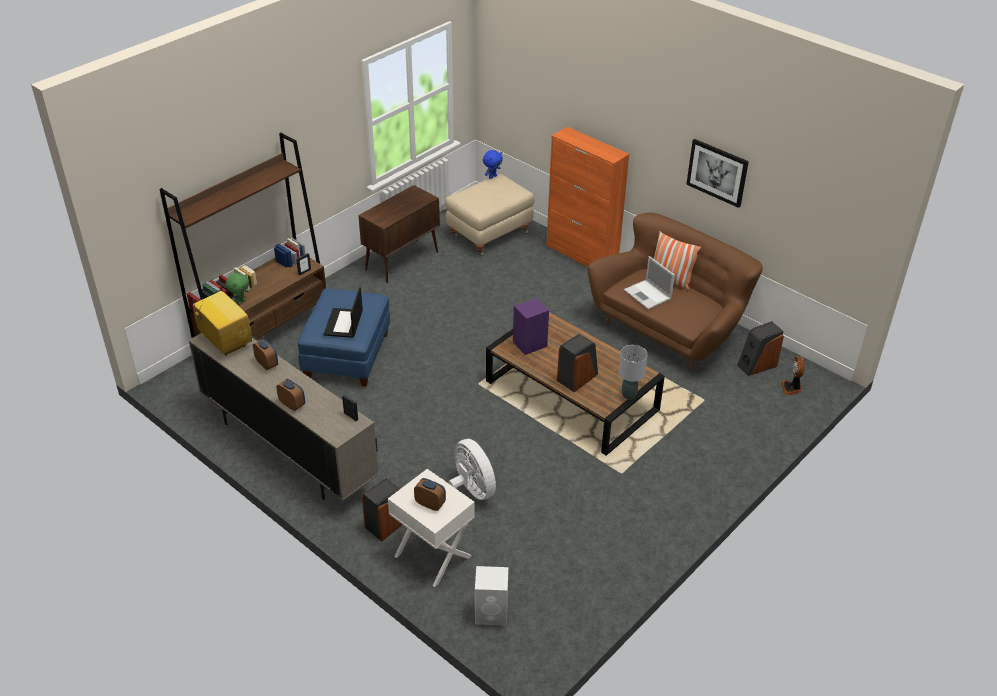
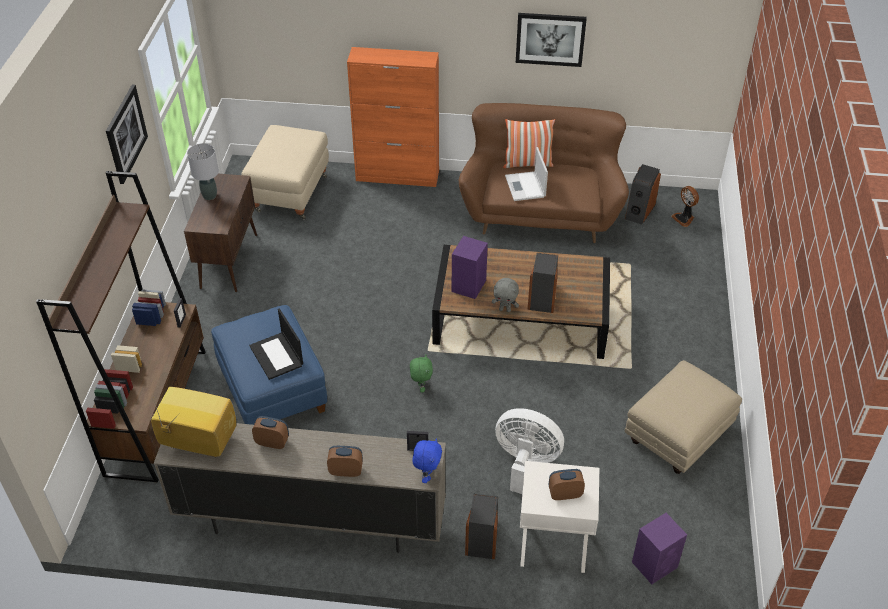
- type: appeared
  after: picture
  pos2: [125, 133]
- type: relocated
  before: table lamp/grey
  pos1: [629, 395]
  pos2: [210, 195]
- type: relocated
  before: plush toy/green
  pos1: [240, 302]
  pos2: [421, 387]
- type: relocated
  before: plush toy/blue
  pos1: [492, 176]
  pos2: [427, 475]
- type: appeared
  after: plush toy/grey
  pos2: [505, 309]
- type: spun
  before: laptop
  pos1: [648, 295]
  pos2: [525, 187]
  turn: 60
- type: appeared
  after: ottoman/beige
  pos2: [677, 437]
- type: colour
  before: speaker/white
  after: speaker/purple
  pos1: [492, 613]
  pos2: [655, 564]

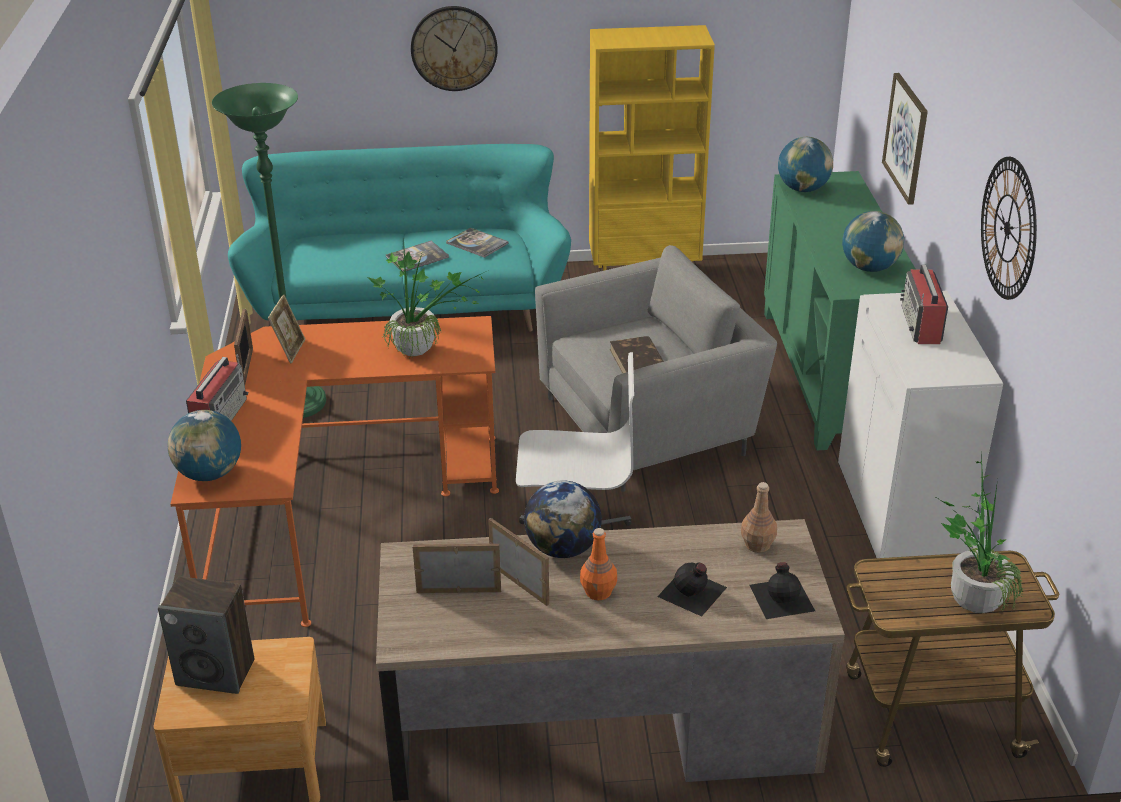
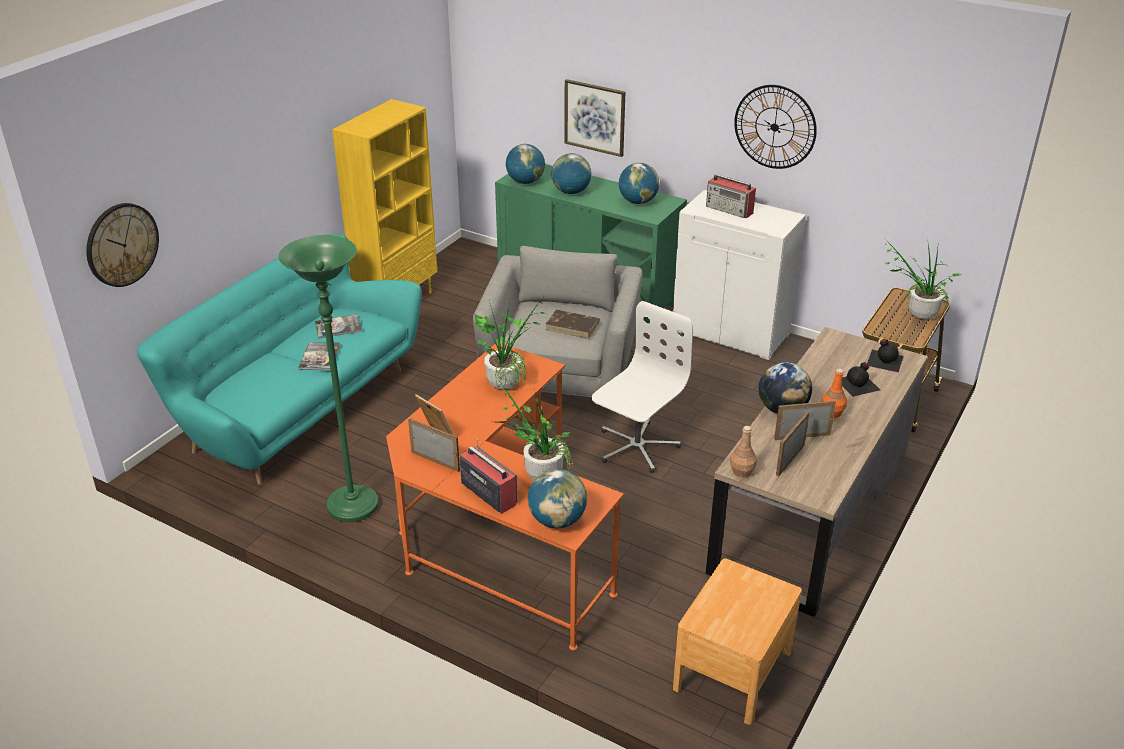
- type: relocated
  before: wall clock
  pos1: [454, 48]
  pos2: [122, 244]
- type: appeared
  after: potted plant
  pos2: [537, 473]
- type: appeared
  after: globe
  pos2: [571, 192]
- type: relocated
  before: bottle/brown
  pos1: [758, 544]
  pos2: [742, 472]
- type: missing
  before: speaker
  pos1: [216, 672]

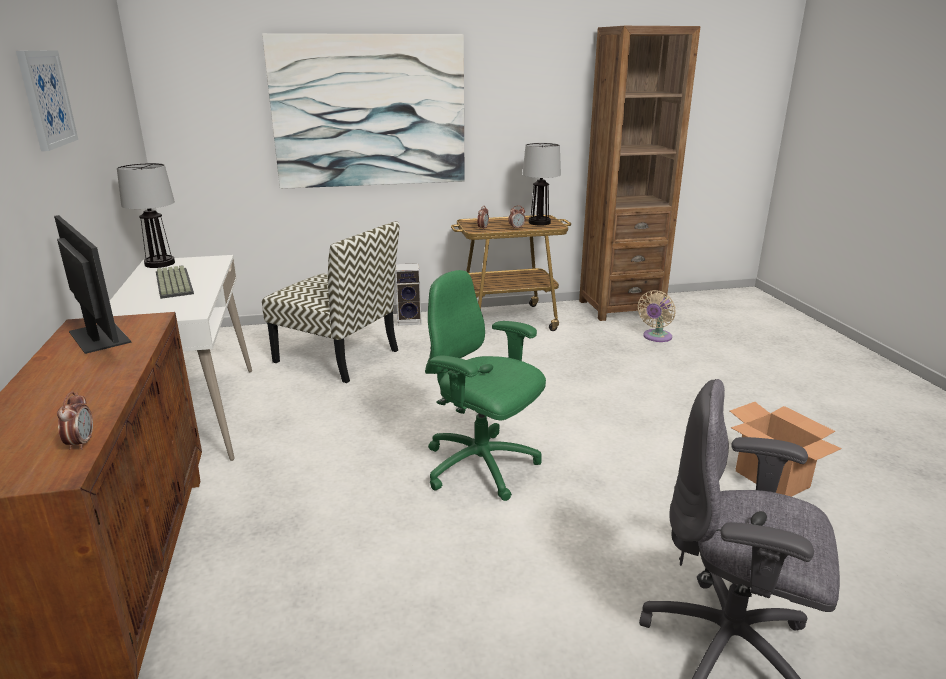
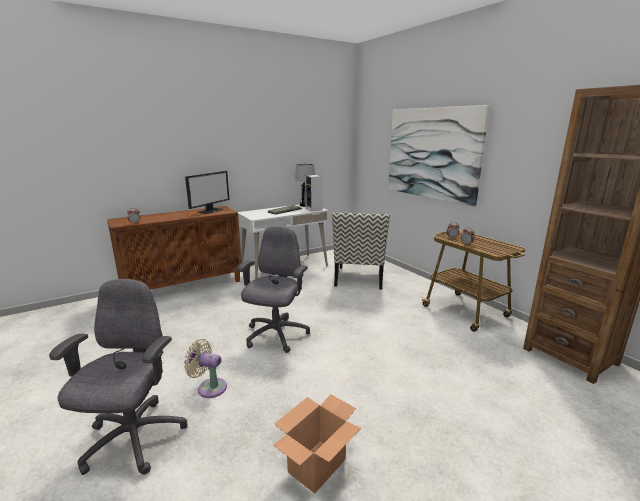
- type: relocated
  before: fan/beige
  pos1: [656, 337]
  pos2: [209, 387]
- type: colour
  before: office chair/green
  after: office chair/grey
  pos1: [482, 467]
  pos2: [275, 336]
- type: relocated
  before: speaker
  pos1: [410, 320]
  pos2: [314, 209]
- type: missing
  before: picture
  pos1: [46, 99]
- type: missing
  before: table lamp
  pos1: [539, 222]

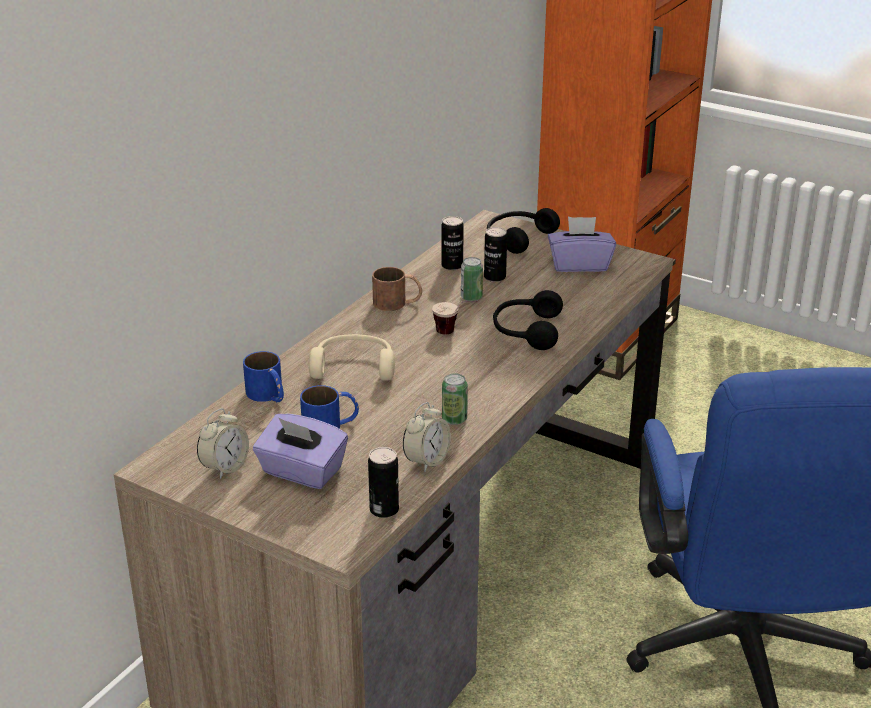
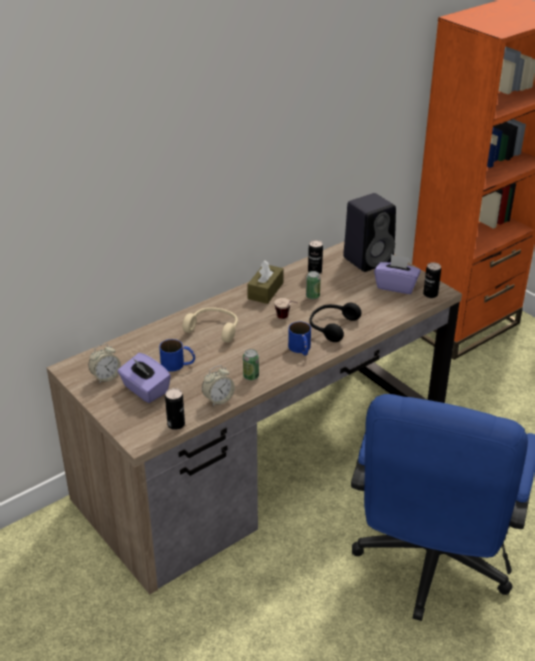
- type: exchanged
  before: mug/brown
  after: tissue box/brown
  pos1: [397, 303]
  pos2: [265, 291]
- type: relocated
  before: mug/blue
  pos1: [268, 395]
  pos2: [301, 349]
- type: exchanged
  before: headphones/black
  after: speaker/black
  pos1: [517, 238]
  pos2: [369, 259]
- type: relocated
  before: can
  pos1: [494, 277]
  pos2: [430, 294]

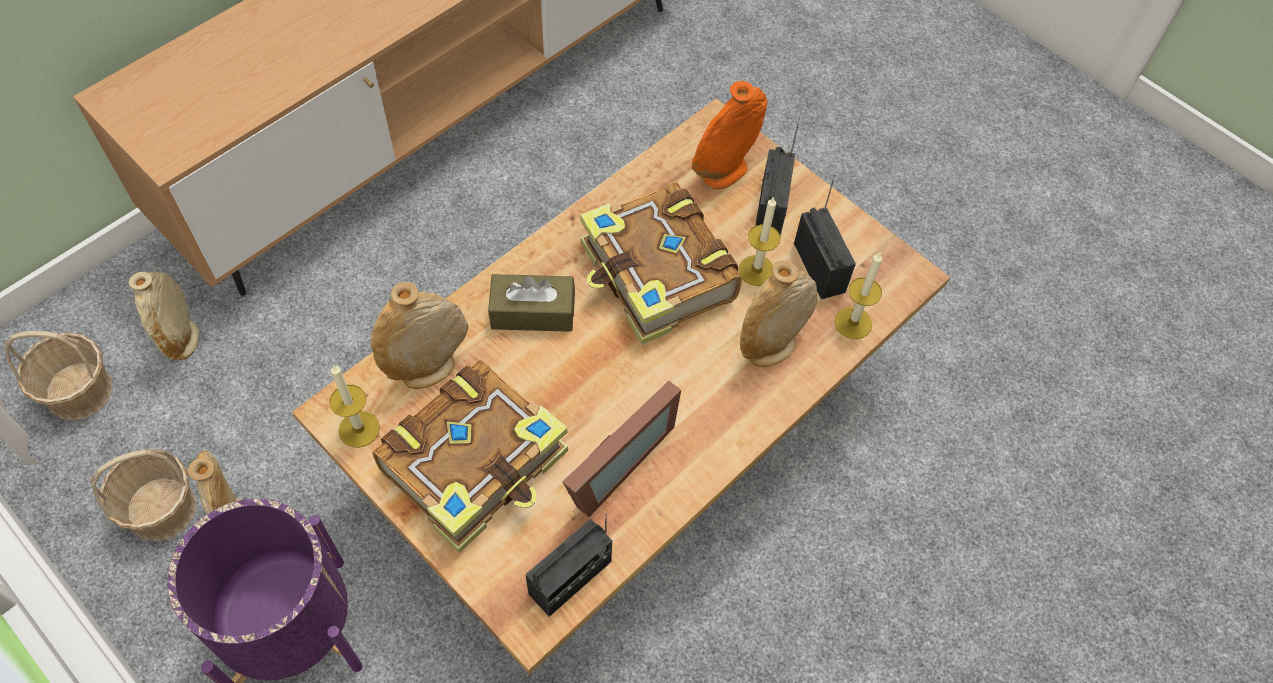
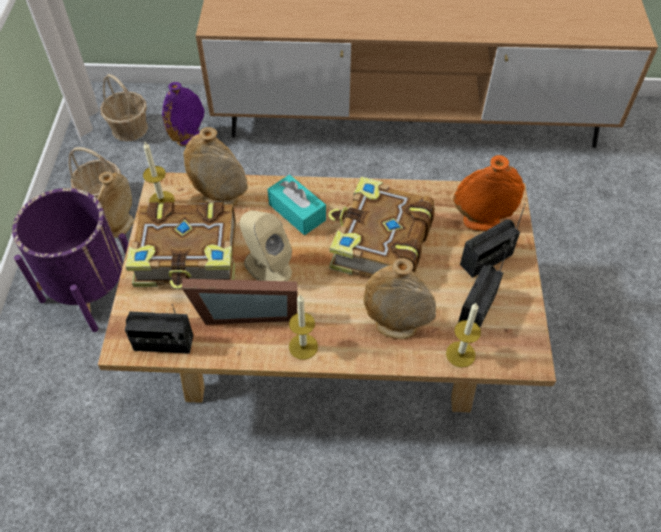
- type: colour
  before: vase/beige
  after: vase/purple
  pos1: [182, 340]
  pos2: [188, 137]
- type: appeared
  after: speaker/beige
  pos2: [267, 266]
- type: colour
  before: tissue box/brown
  after: tissue box/turquoise
  pos1: [532, 312]
  pos2: [297, 212]
- type: relocated
  before: candle
  pos1: [756, 270]
  pos2: [303, 346]

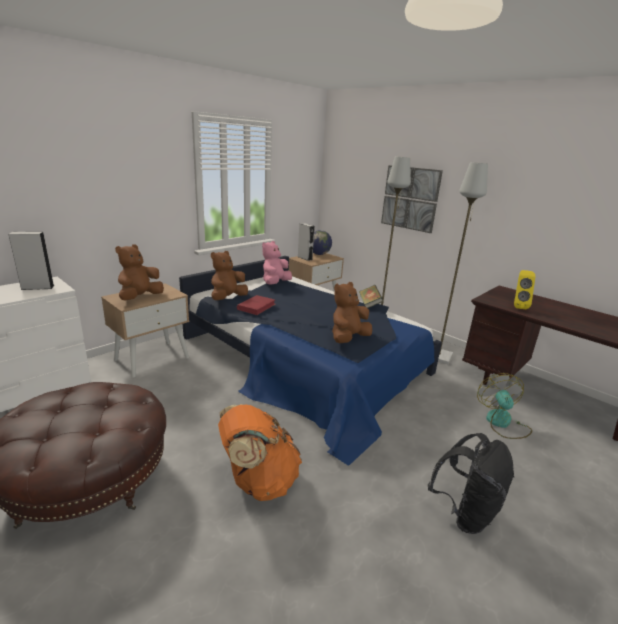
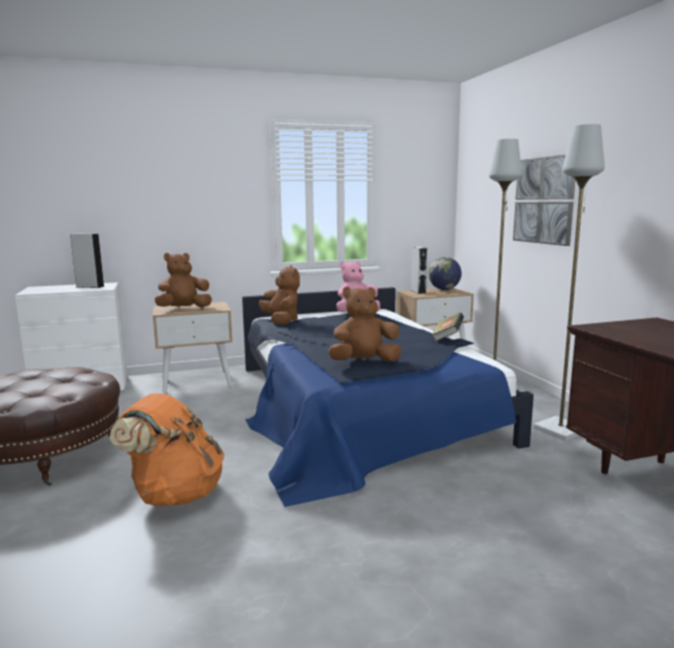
- type: spun
  before: plush toy/brown
  pos1: [228, 298]
  pos2: [281, 321]
  turn: 90
- type: missing
  before: book/red
  pos1: [256, 307]
- type: missing
  before: backpack/black
  pos1: [465, 512]
- type: missing
  before: fan
  pos1: [502, 423]
- type: missing
  before: speaker/yellow
  pos1: [518, 306]

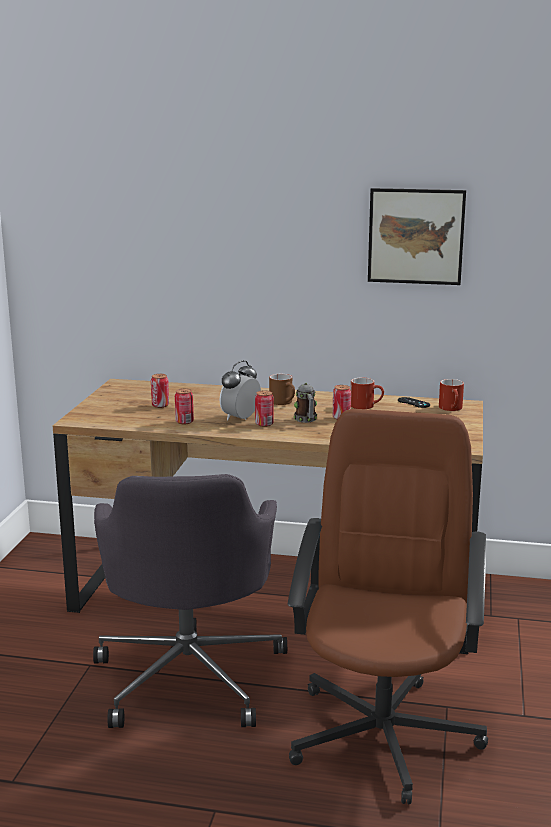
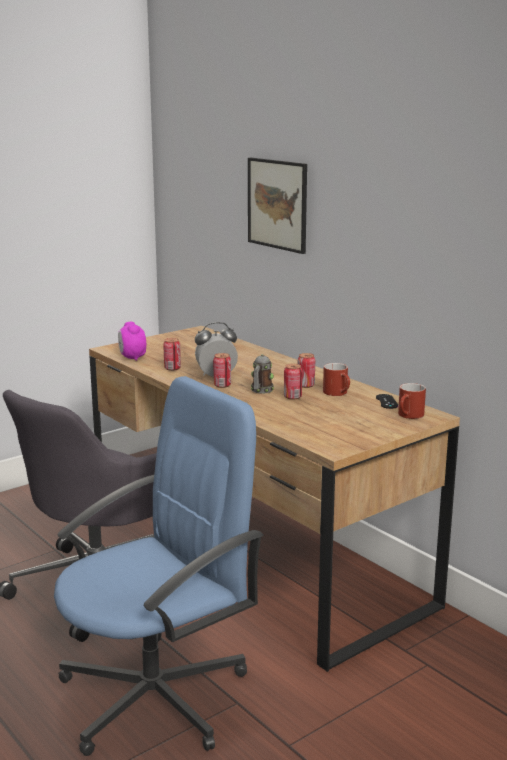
- type: colour
  before: office chair/brown
  after: office chair/blue
  pos1: [384, 733]
  pos2: [156, 695]
- type: appeared
  after: alarm clock
  pos2: [132, 358]
- type: relocated
  before: picture
  pos1: [416, 236]
  pos2: [277, 204]
- type: relocated
  before: can
  pos1: [160, 405]
  pos2: [306, 385]
- type: missing
  before: mug/brown
  pos1: [284, 402]

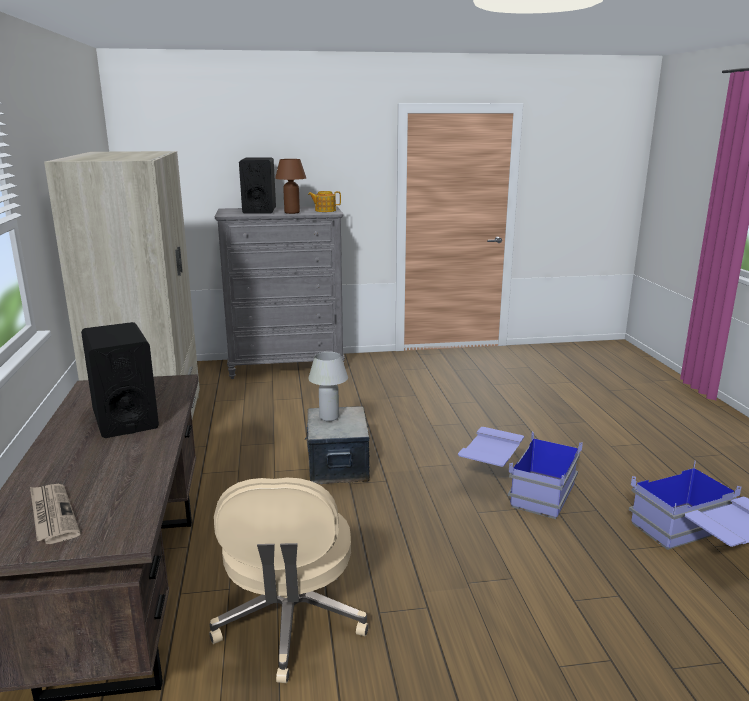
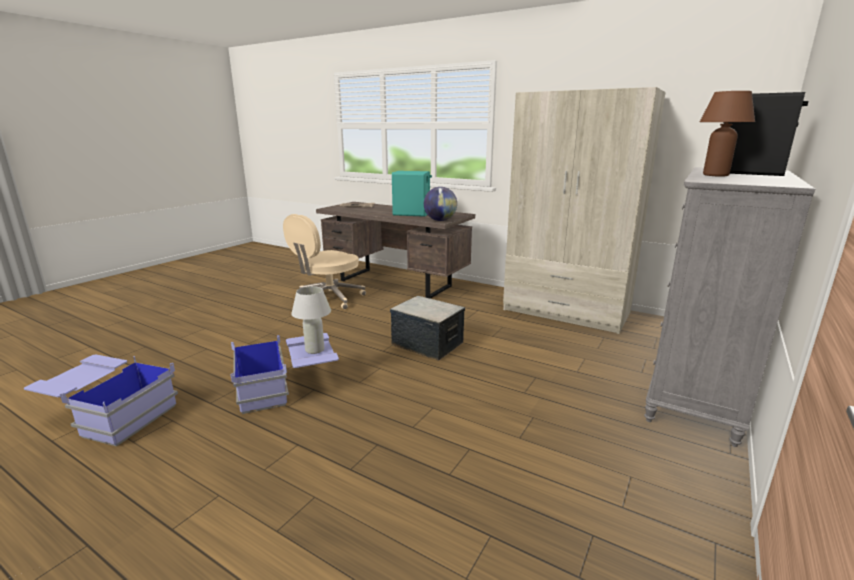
- type: spun
  before: office chair/beige
  pos1: [290, 623]
  pos2: [328, 299]
  turn: -90
- type: relocated
  before: table lamp/white
  pos1: [329, 417]
  pos2: [314, 350]
- type: colour
  before: speaker/black
  after: speaker/turquoise
  pos1: [125, 419]
  pos2: [411, 214]
- type: appeared
  after: globe
  pos2: [440, 220]
- type: missing
  before: teapot
  pos1: [325, 210]

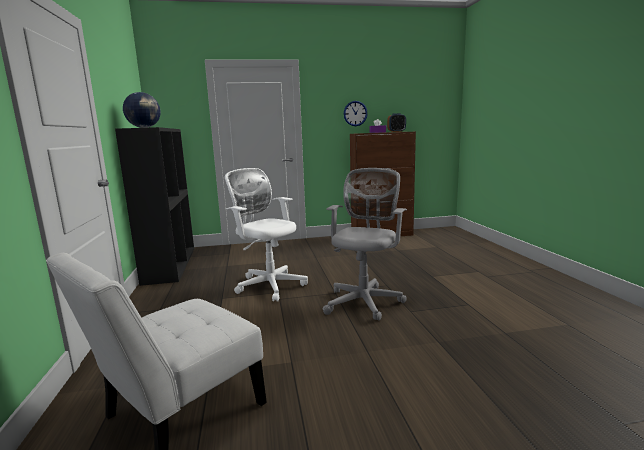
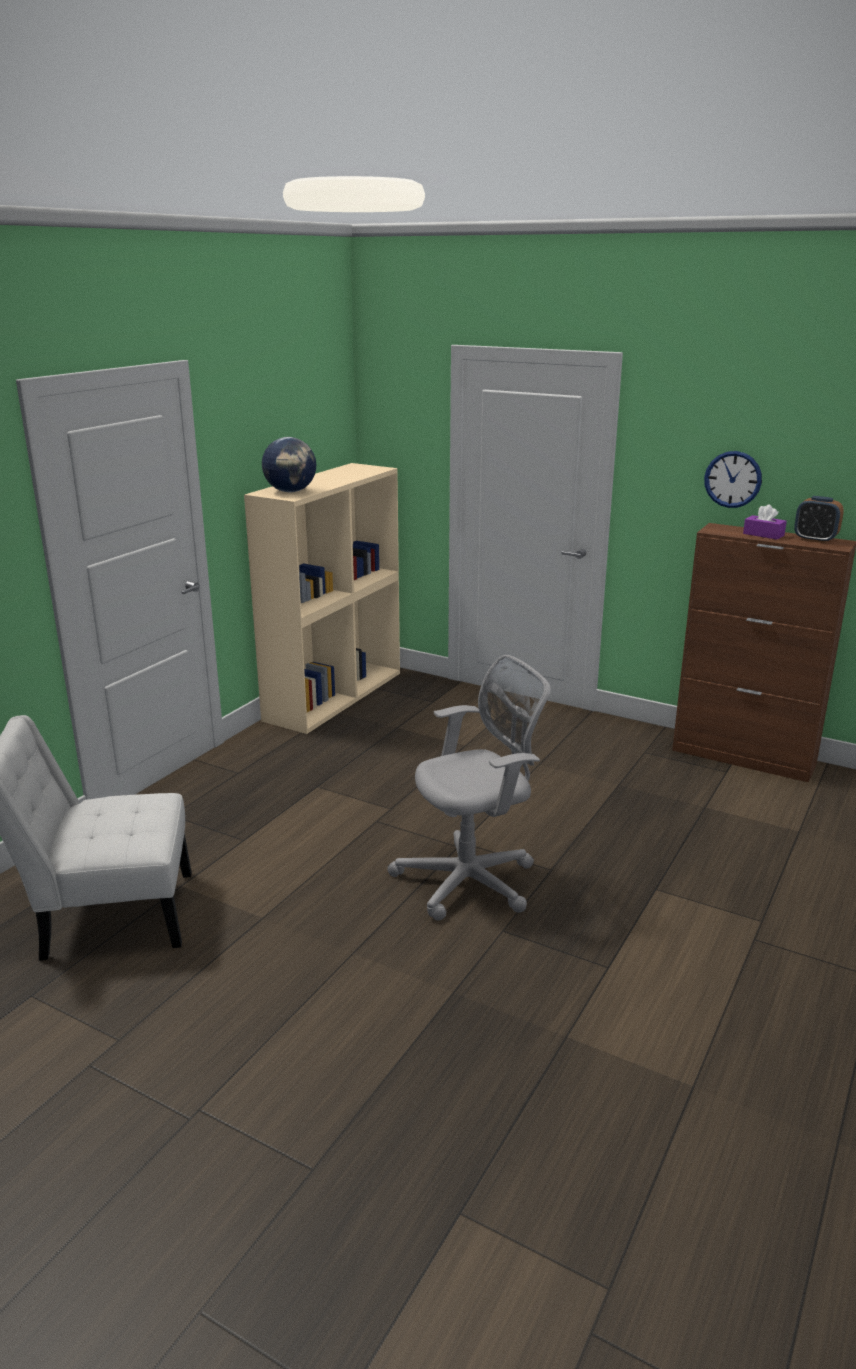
- type: colour
  before: bookcase/black
  after: bookcase/beige
  pos1: [169, 264]
  pos2: [334, 695]
- type: missing
  before: office chair/white
  pos1: [269, 285]

